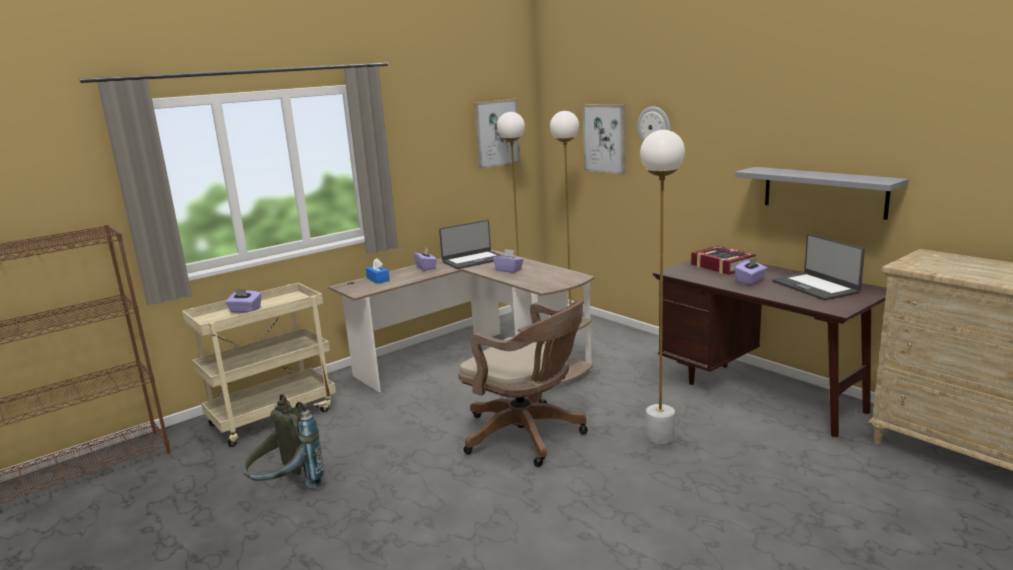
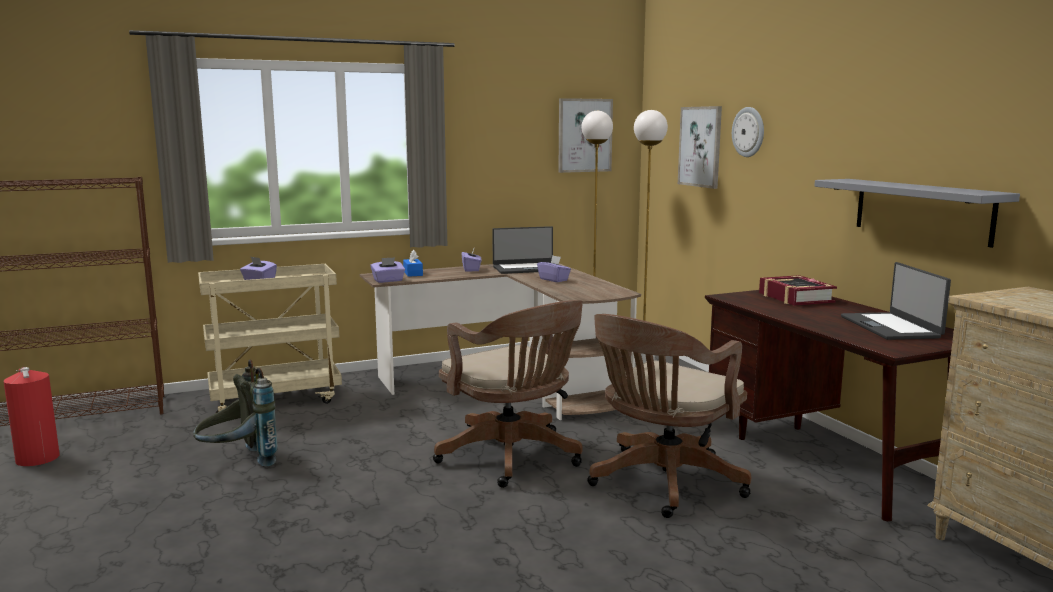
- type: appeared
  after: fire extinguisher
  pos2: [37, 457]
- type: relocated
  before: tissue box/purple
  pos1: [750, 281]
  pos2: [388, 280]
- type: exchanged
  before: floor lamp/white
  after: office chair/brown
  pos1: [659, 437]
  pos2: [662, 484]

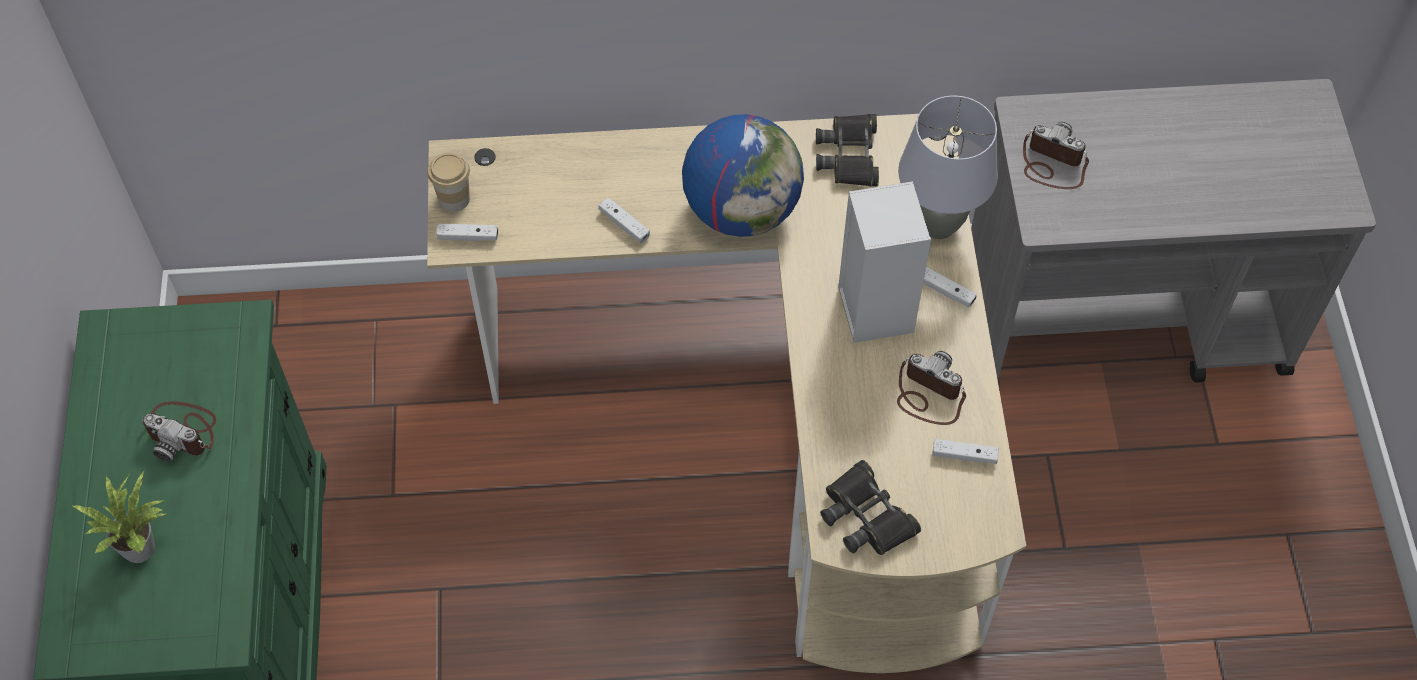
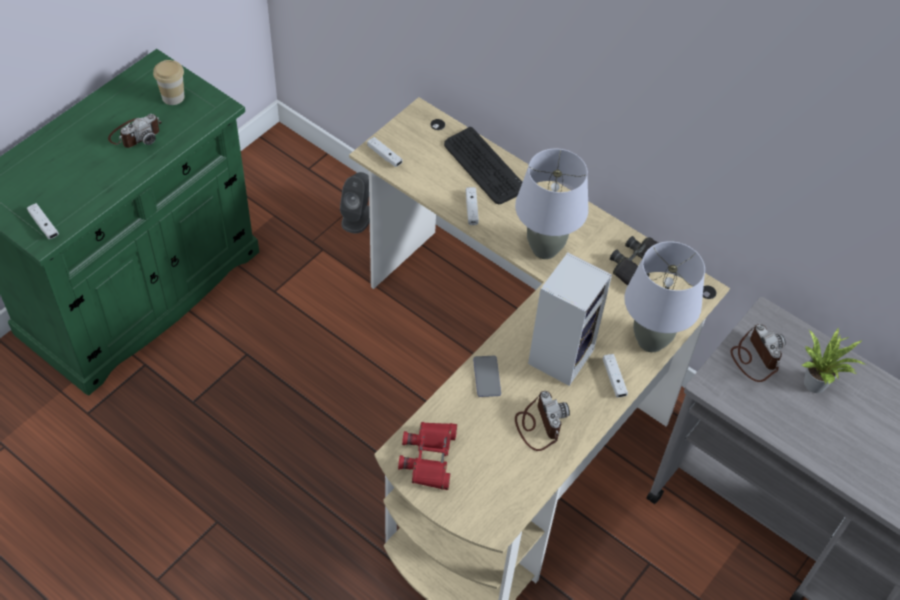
- type: relocated
  before: game controller/white
  pos1: [964, 455]
  pos2: [44, 225]
- type: spun
  before: photo camera
  pos1: [183, 431]
  pos2: [136, 134]
  turn: -105
- type: relocated
  before: cup
  pos1: [454, 199]
  pos2: [173, 97]
- type: appeared
  after: speaker/grey
  pos2: [357, 217]
- type: colour
  before: binoculars/black
  after: binoculars/red
  pos1: [866, 516]
  pos2: [430, 457]
- type: appeared
  after: keyboard
  pos2: [483, 167]
- type: appeared
  after: phone
  pos2: [487, 377]
- type: exchanged
  before: globe
  after: table lamp/grey
  pos1: [742, 210]
  pos2: [544, 249]
- type: relocated
  before: potted plant
  pos1: [142, 545]
  pos2: [818, 383]

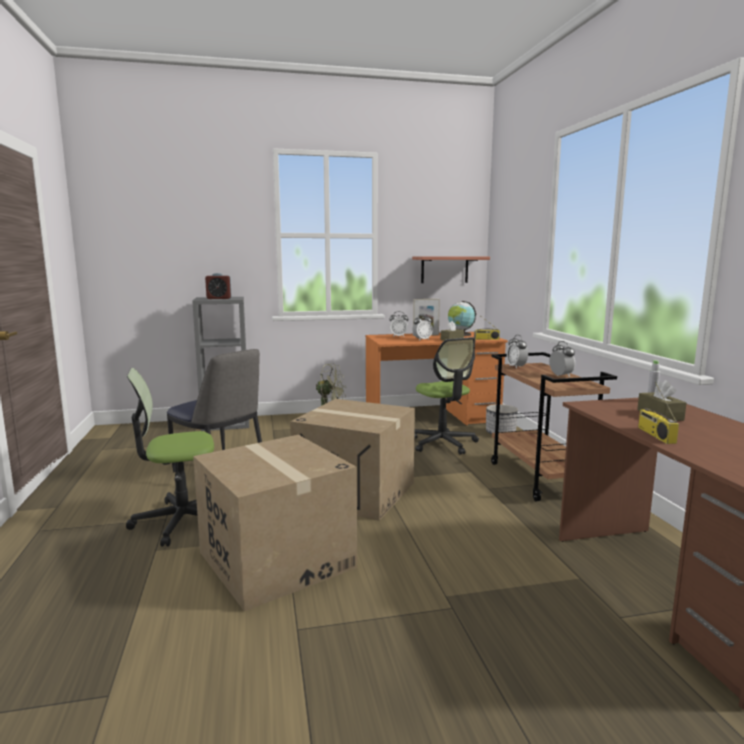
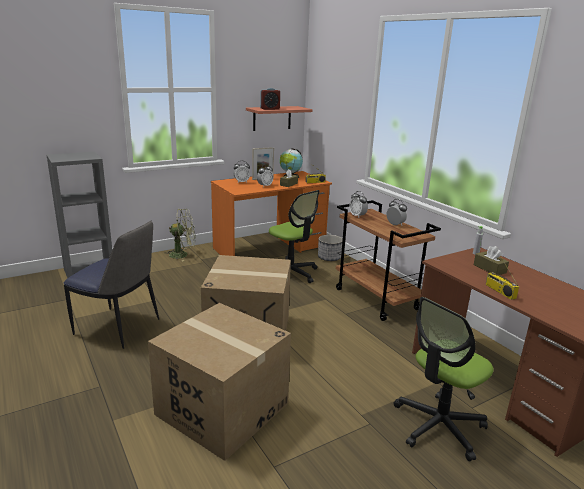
- type: relocated
  before: alarm clock
  pos1: [219, 298]
  pos2: [270, 109]
- type: relocated
  before: office chair
  pos1: [180, 521]
  pos2: [438, 426]

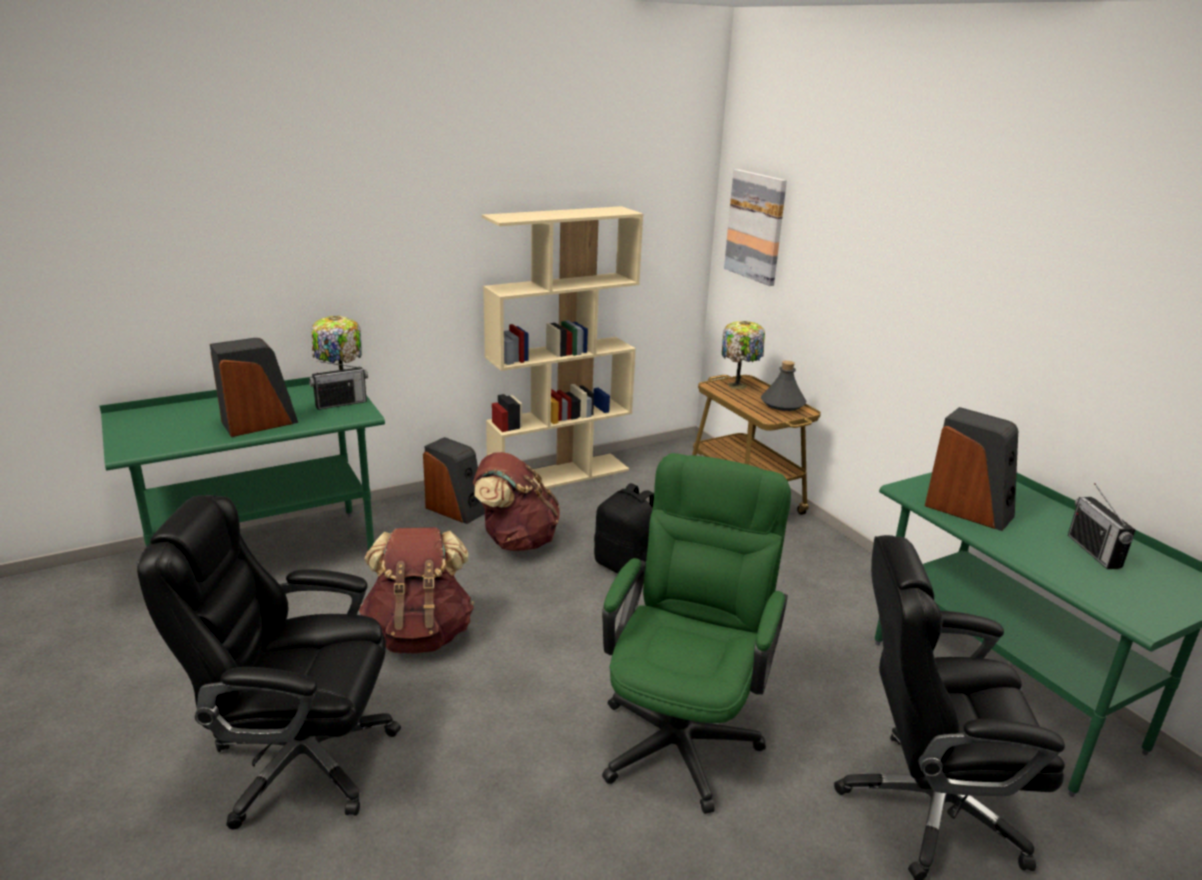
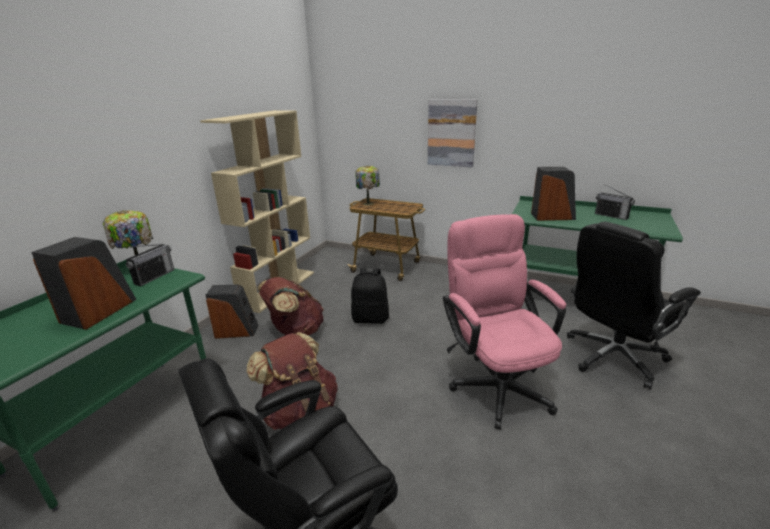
- type: relocated
  before: picture
  pos1: [756, 226]
  pos2: [451, 133]
- type: colour
  before: office chair/green
  after: office chair/pink
  pos1: [683, 731]
  pos2: [495, 382]
- type: missing
  before: bottle/grey
  pos1: [782, 403]

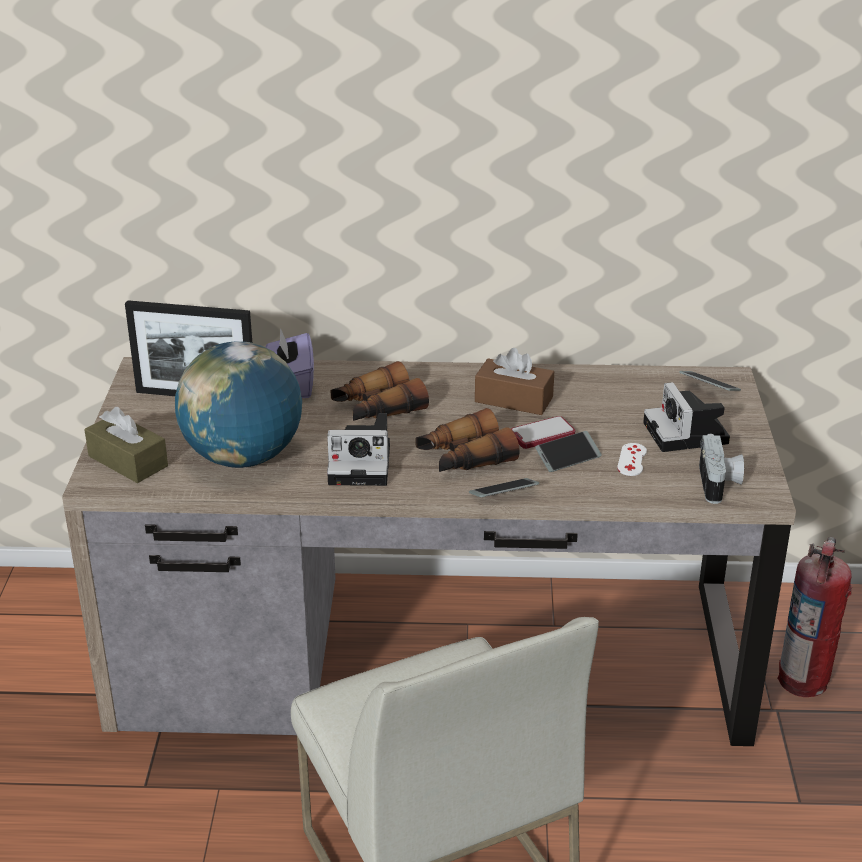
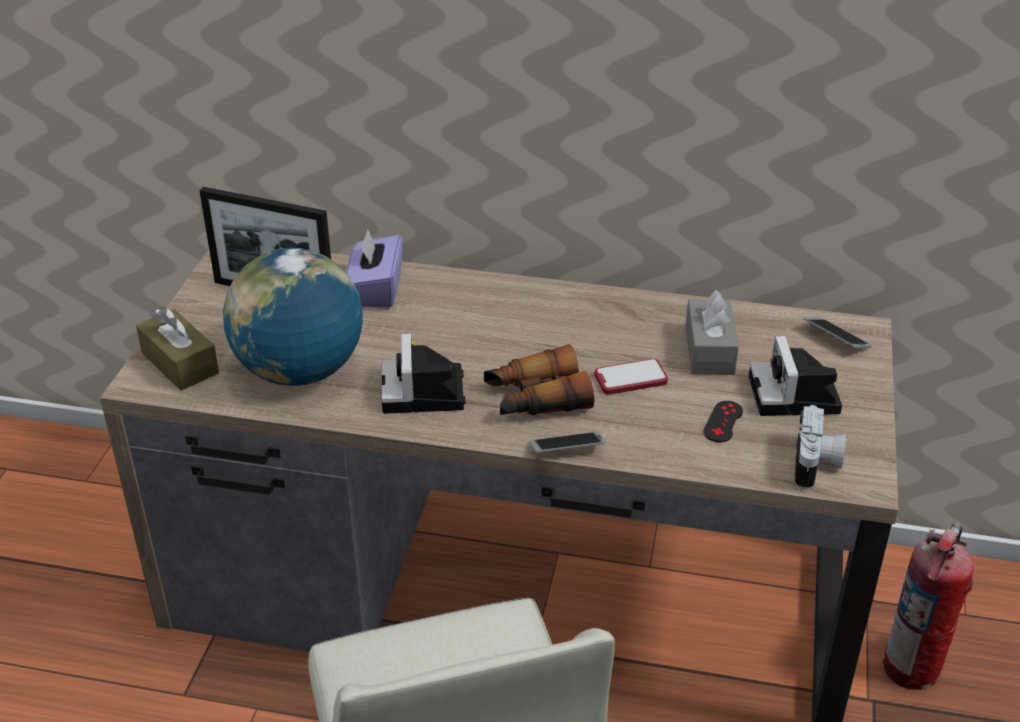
- type: spun
  before: photo camera
  pos1: [363, 464]
  pos2: [424, 394]
  turn: 75
- type: appeared
  after: tissue box/grey
  pos2: [709, 350]
- type: colour
  before: game controller/white
  after: game controller/black
  pos1: [632, 460]
  pos2: [723, 422]
- type: missing
  before: binoculars
  pos1: [377, 408]
- type: missing
  before: tissue box/brown
  pos1: [513, 399]
- type: missing
  before: phone
  pos1: [568, 457]

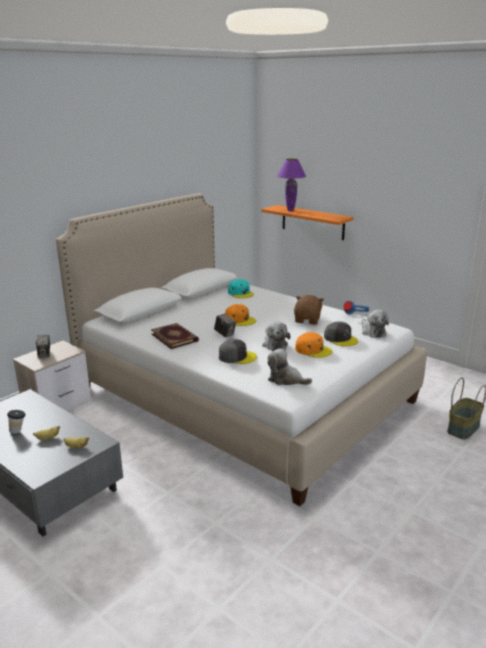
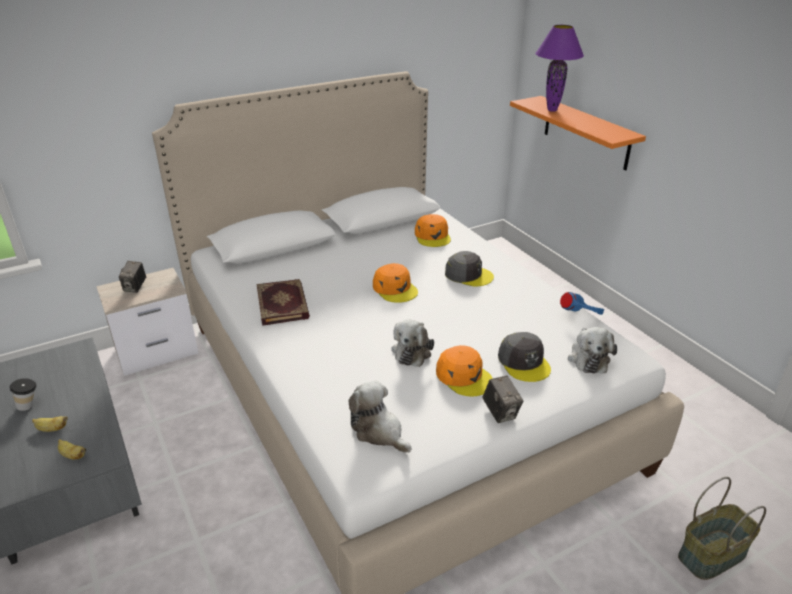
- type: colour
  before: cap/turquoise
  after: cap/orange
  pos1: [240, 293]
  pos2: [432, 236]
- type: relocated
  before: cap/grey
  pos1: [237, 357]
  pos2: [468, 275]
- type: relocated
  before: photo camera
  pos1: [225, 334]
  pos2: [500, 412]
- type: missing
  before: plush toy/brown
  pos1: [308, 320]

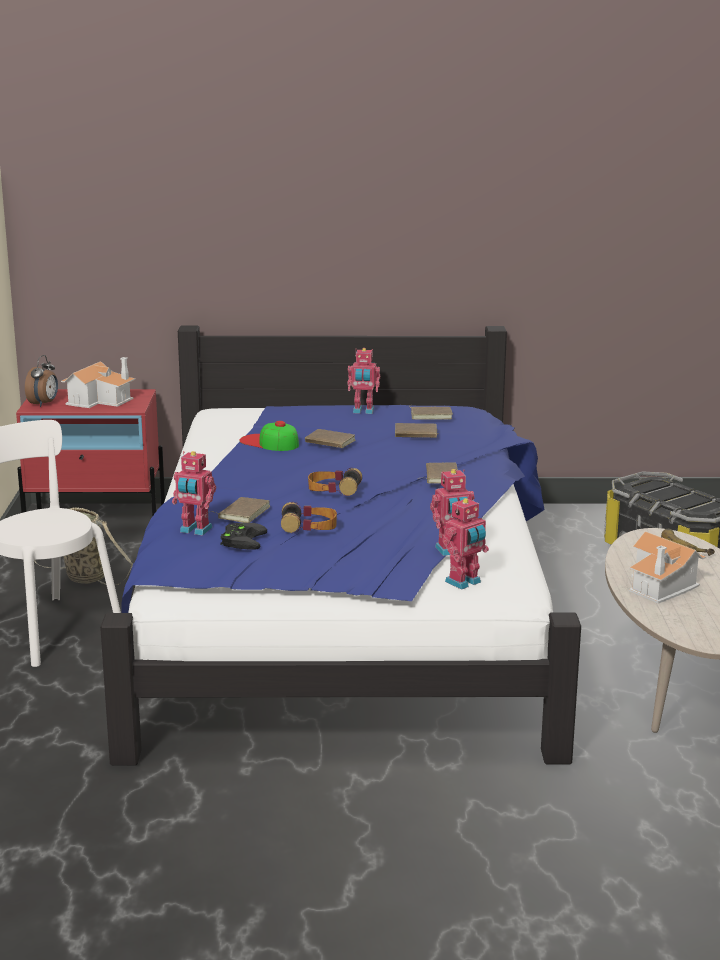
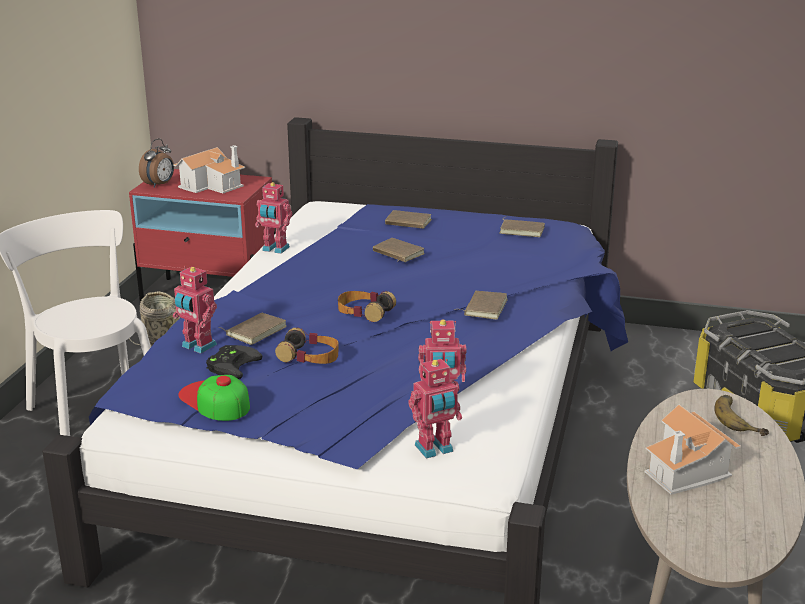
- type: relocated
  before: cap
  pos1: [269, 442]
  pos2: [214, 400]
- type: relocated
  before: toy robot
  pos1: [363, 411]
  pos2: [275, 249]
- type: relocated
  before: book/brown
  pos1: [415, 434]
  pos2: [407, 223]

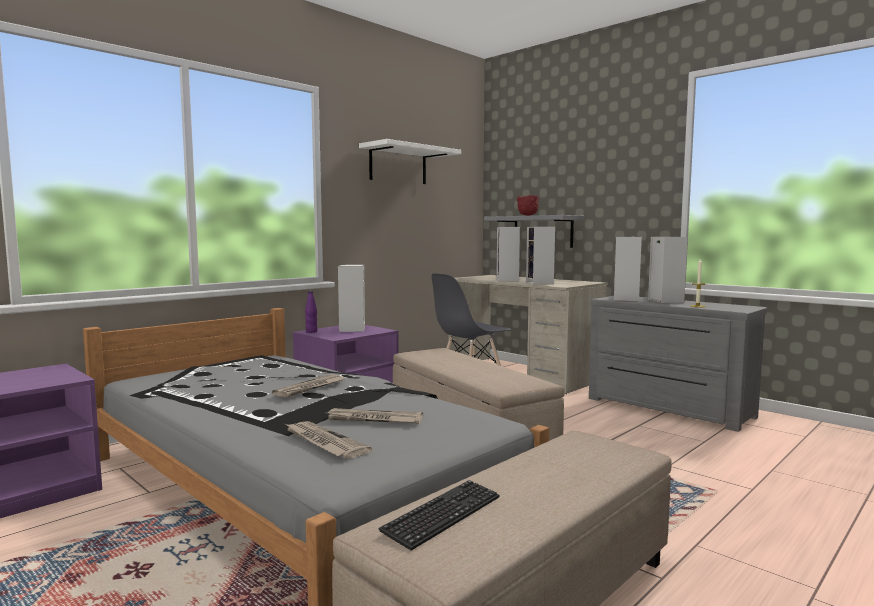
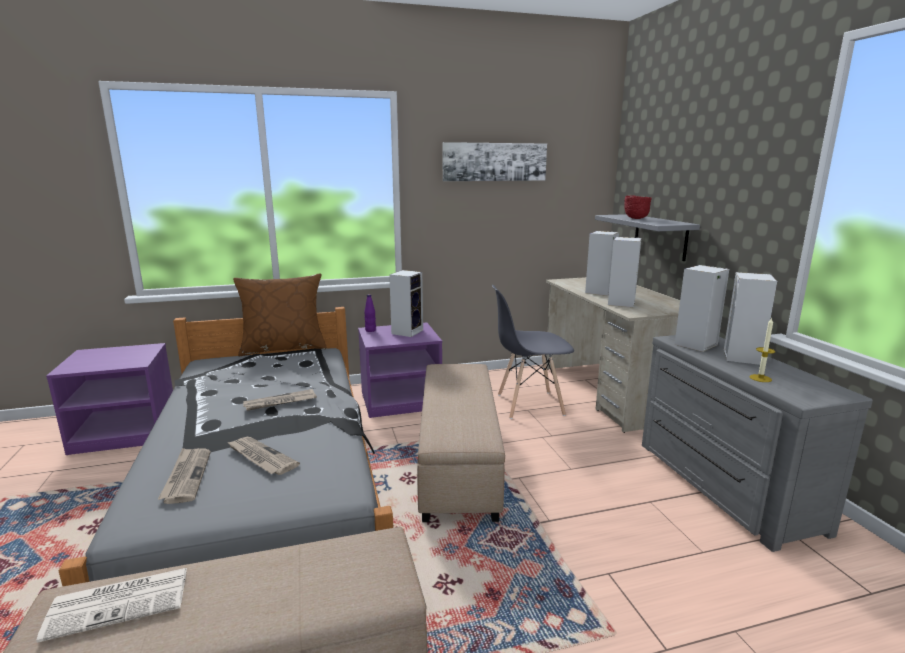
- type: exchanged
  before: keyboard
  after: newspaper
  pos1: [443, 515]
  pos2: [121, 602]
- type: appeared
  after: pillow/brown
  pos2: [284, 348]
- type: exchanged
  before: shelf/white
  after: picture
  pos1: [398, 165]
  pos2: [494, 162]

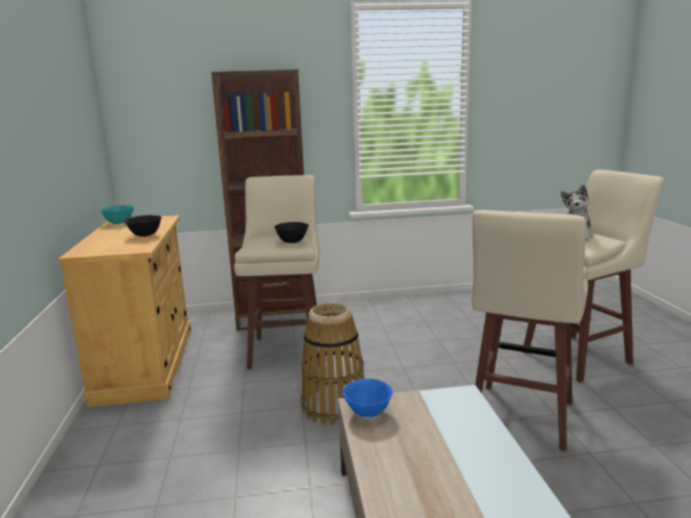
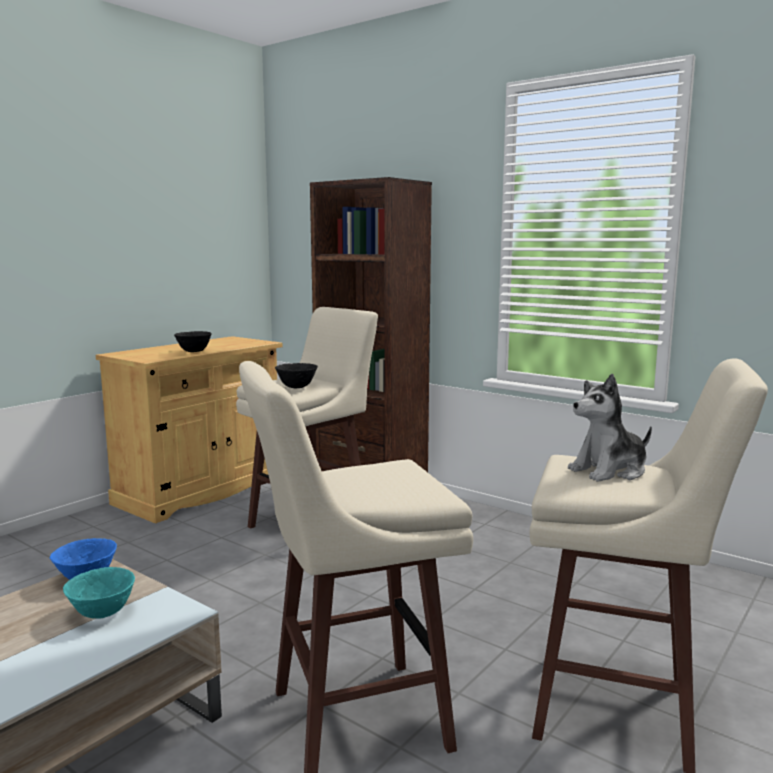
- type: relocated
  before: bowl/turquoise
  pos1: [119, 223]
  pos2: [102, 613]
- type: missing
  before: basket
  pos1: [334, 406]

